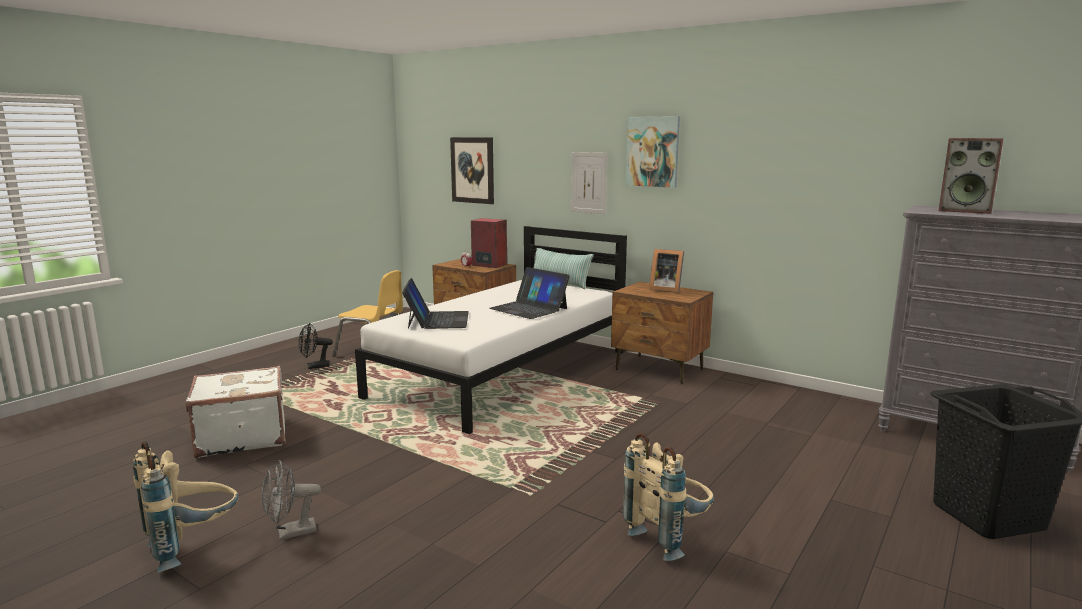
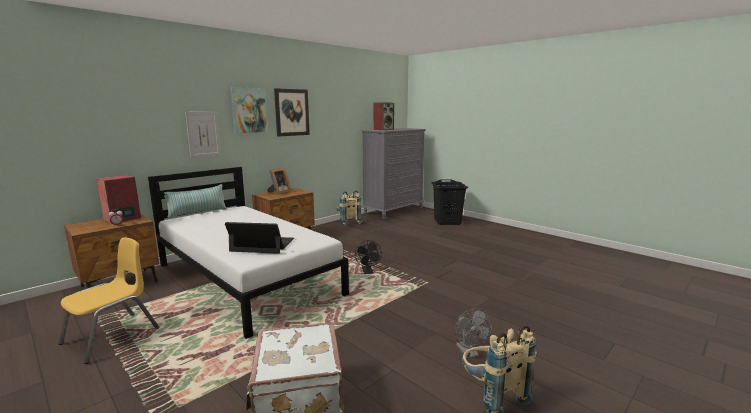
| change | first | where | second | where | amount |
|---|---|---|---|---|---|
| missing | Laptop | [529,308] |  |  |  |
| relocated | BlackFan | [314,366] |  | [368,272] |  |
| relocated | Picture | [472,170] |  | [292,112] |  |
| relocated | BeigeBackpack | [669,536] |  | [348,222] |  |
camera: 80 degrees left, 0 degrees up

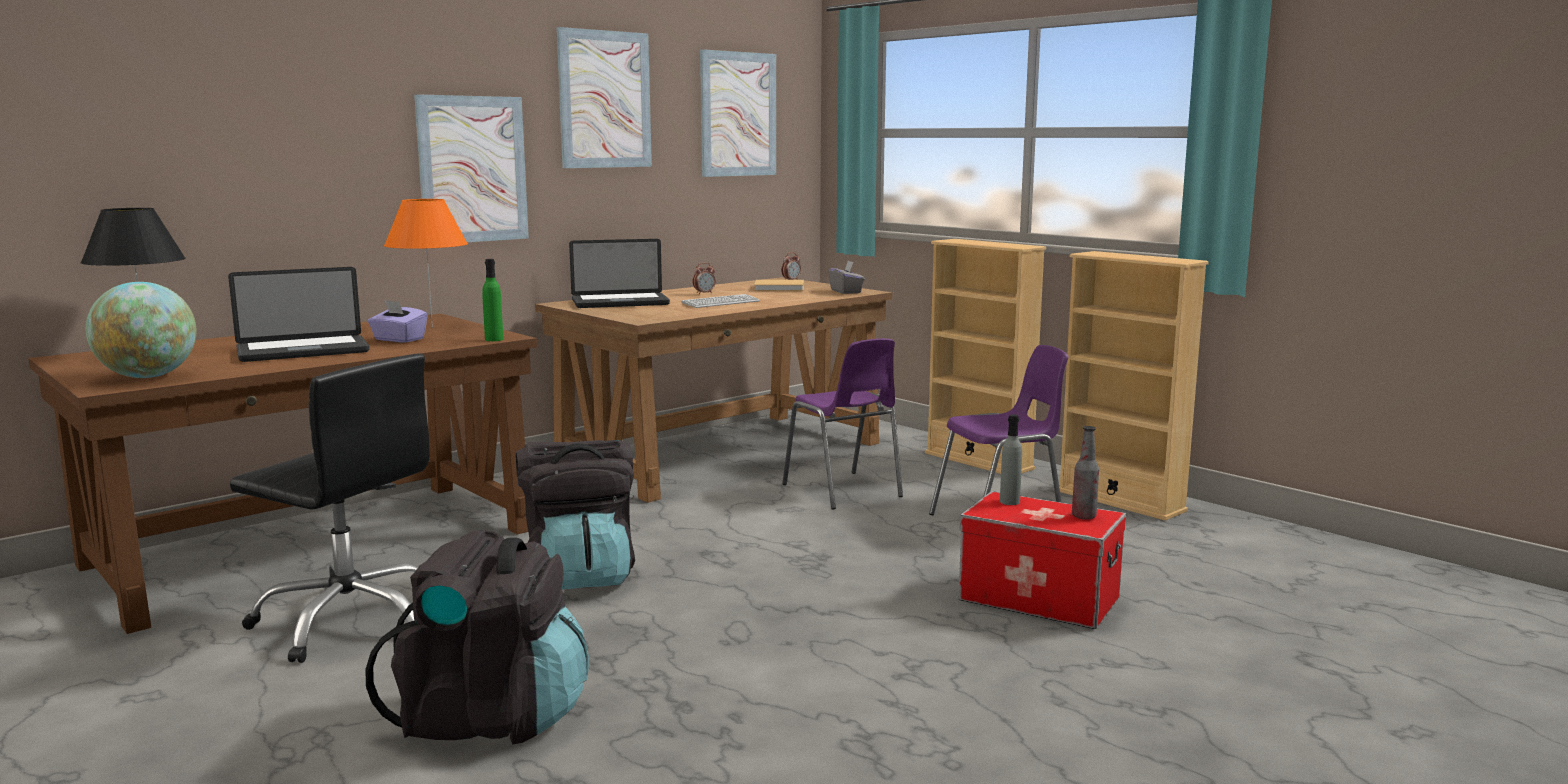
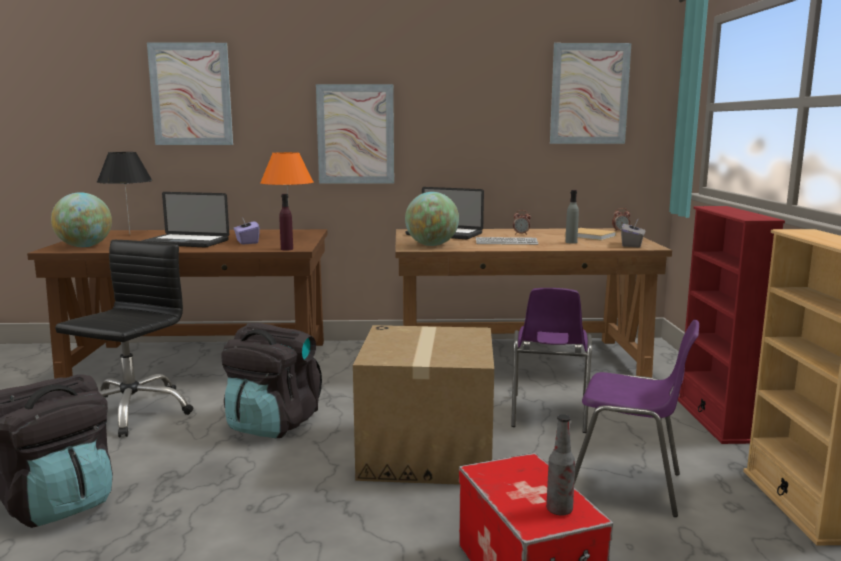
| change | first | where | second | where | amount |
|---|---|---|---|---|---|
| appeared |  |  | CardboardBox | [427,451] |  |
| appeared |  |  | Globe | [431,245] |  |
| relocated | Picture | [604,99] |  | [191,94] |  |
| relocated | GreyBottle | [1009,502] |  | [571,242] |  |
| colour | GreenBottle | [494,339] | PurpleBottle | [287,249] |  |
| colour | BeigeBookcase | [978,461] | RedBookcase | [715,420] |  |
| spun | BlackOfficeChair | [350,620] |  | [131,411] | 135 degrees counterclockwise |
camera: 40 degrees right, 0 degrees up

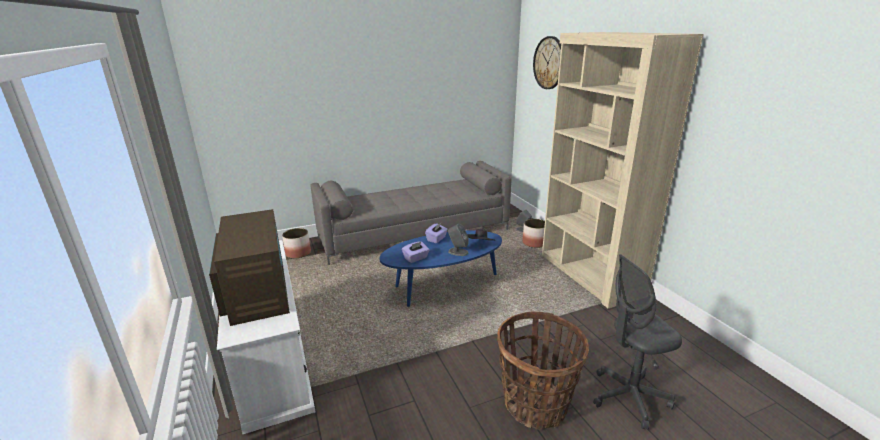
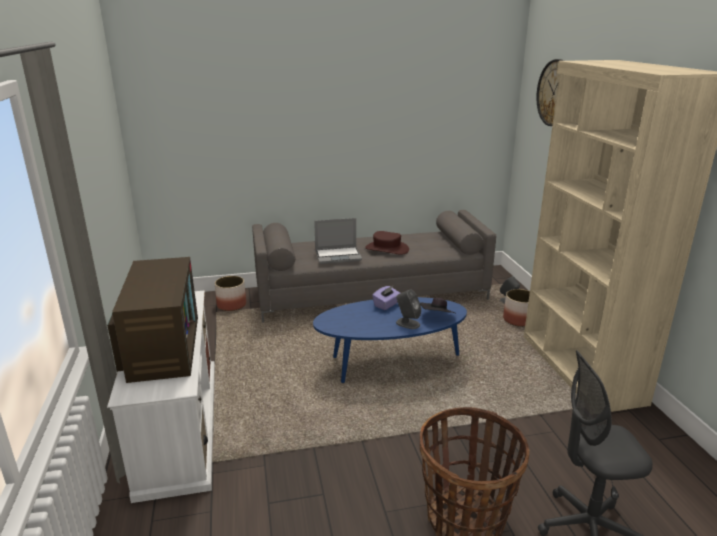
| change | first | where | second | where | amount |
|---|---|---|---|---|---|
| missing | PurpleTissueBox | [416,258] |  |  |  |
| appeared |  |  | Laptop | [338,256] |  |
| appeared |  |  | BrownHat | [387,249] |  |
camera: 10 degrees right, 0 degrees up

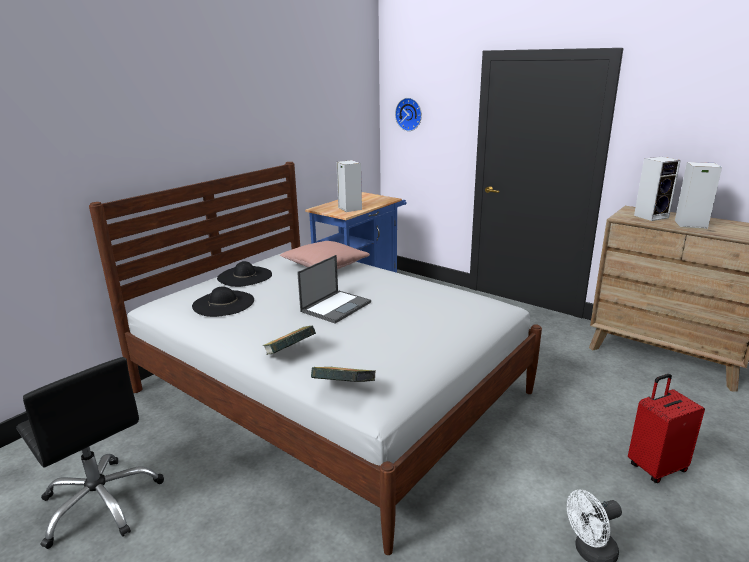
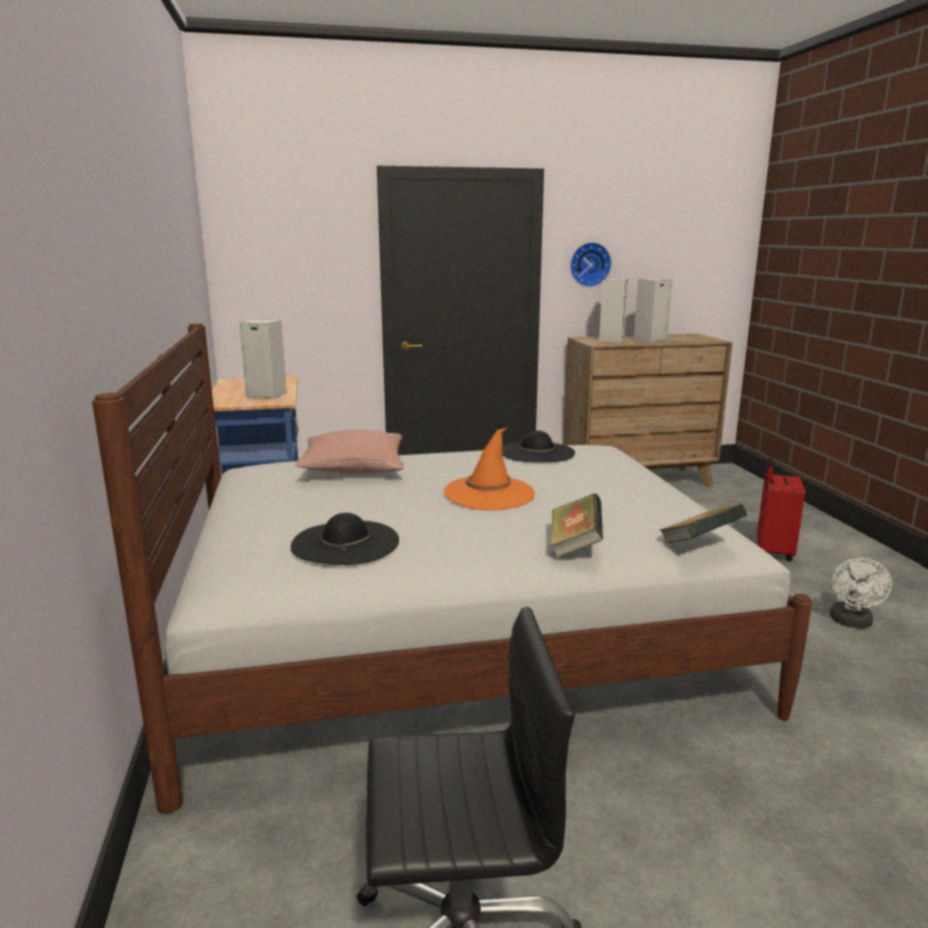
| change | first | where | second | where | amount |
|---|---|---|---|---|---|
| relocated | BlackHat | [244,276] |  | [536,452] |  |
| relocated | WallClock | [409,114] |  | [589,264] |  |
| exchanged | Laptop | [336,306] | OrangeHat | [489,494] |  |
camera: 50 degrees left, 5 degrees down

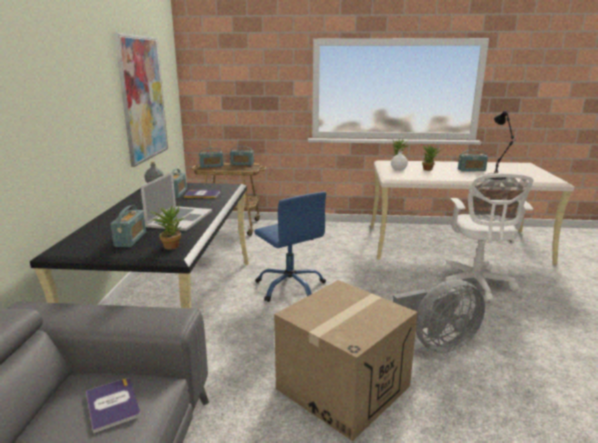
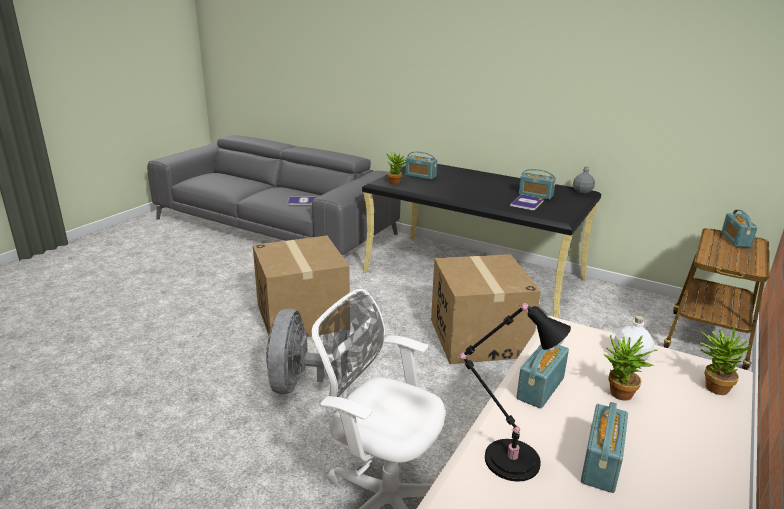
| change | first | where | second | where | amount |
|---|---|---|---|---|---|
| missing | Picture | [143,98] |  |  |  |
| missing | Laptop | [179,218] |  |  |  |
| relocated | Radio | [242,164] |  | [540,388] |  |
| exchanged | BlueOfficeChair | [290,287] | CardboardBox | [478,337] |  |
camera: 115 degrees right, 5 degrees up

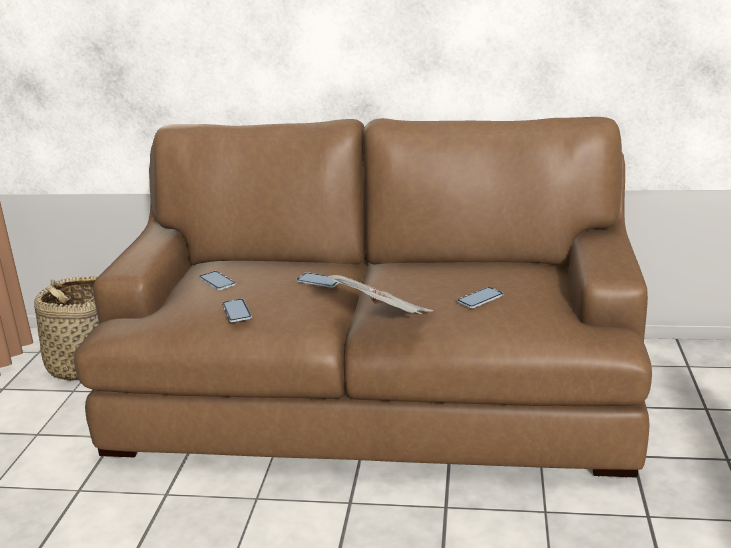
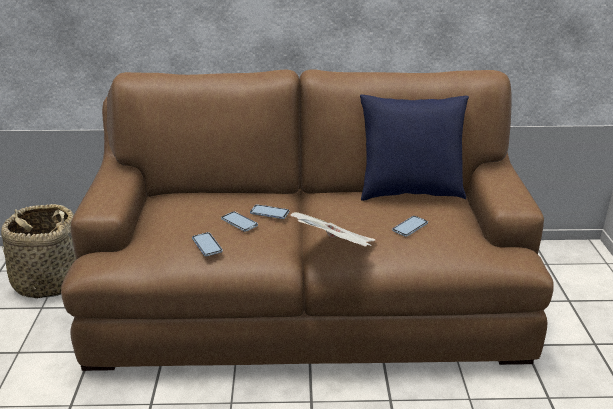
| change | first | where | second | where | amount |
|---|---|---|---|---|---|
| appeared |  |  | BluePillow | [409,192] |  |
| relocated | Phone | [217,281] |  | [239,222] |  |
camera: 10 degrees left, 5 degrees up

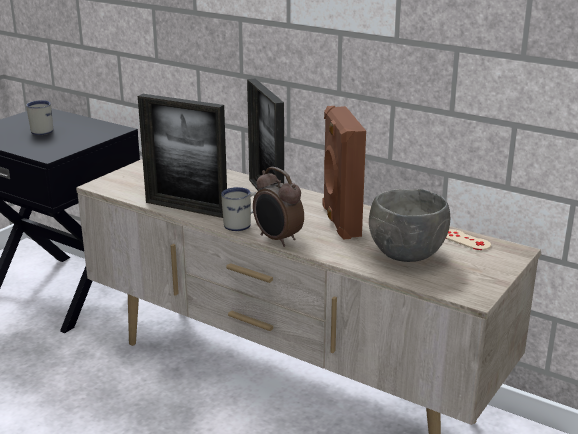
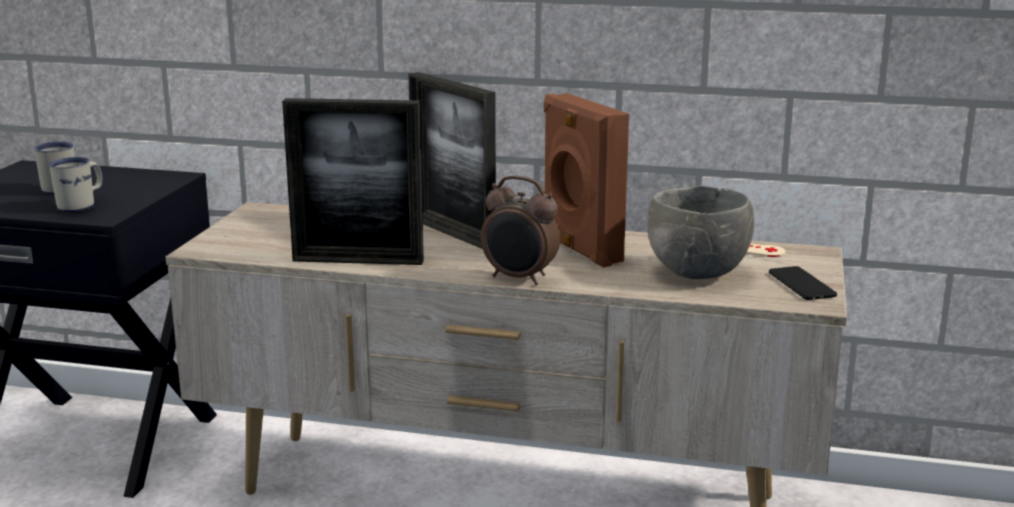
| change | first | where | second | where | amount |
|---|---|---|---|---|---|
| appeared |  |  | Phone | [801,284] |  |
| relocated | WhiteMug | [242,224] |  | [82,206] |  |
camera: 20 degrees left, 5 degrees down

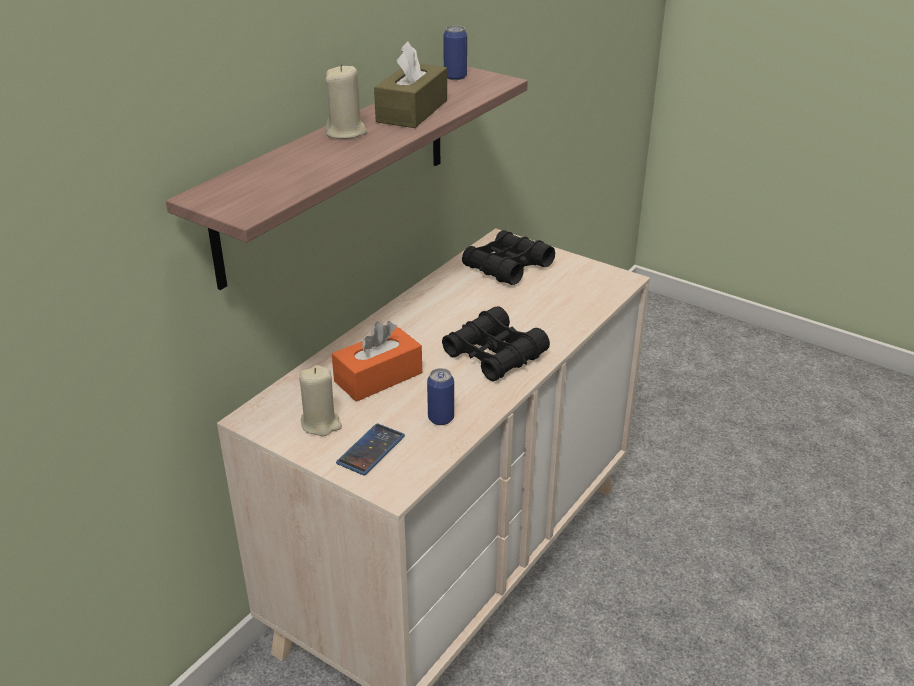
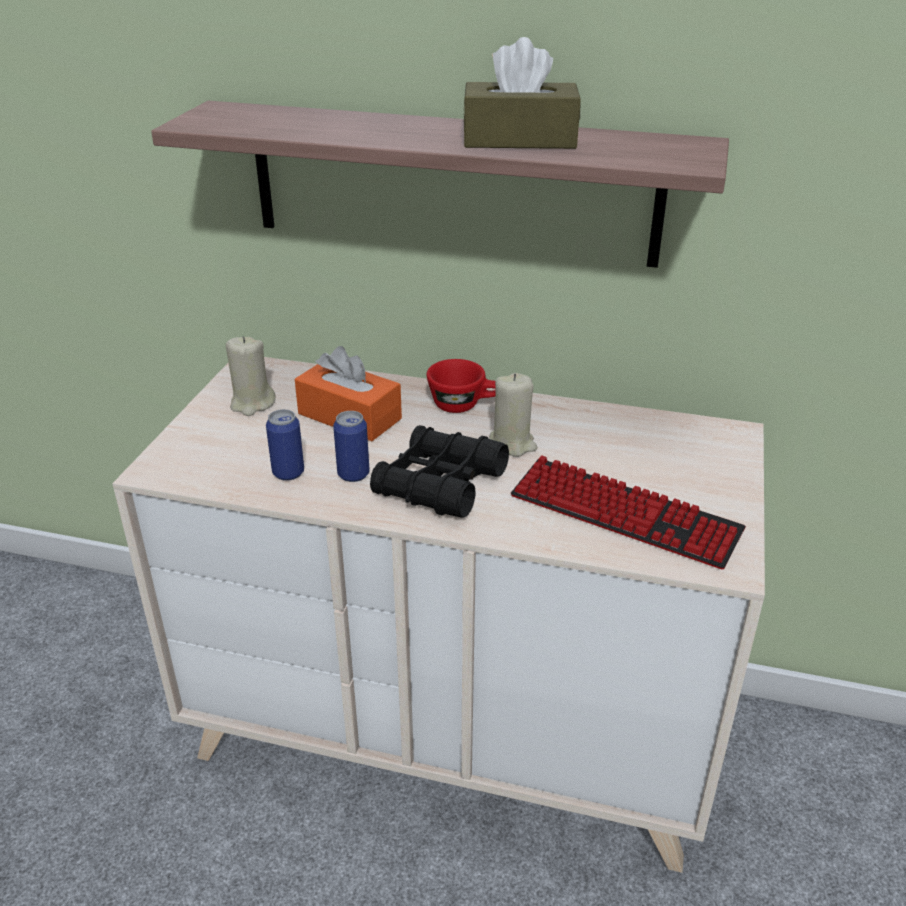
| change | first | where | second | where | amount |
|---|---|---|---|---|---|
| missing | Phone | [371,450] |  |  |  |
| missing | BlackBinoculars | [507,267] |  |  |  |
| appeared |  |  | RedCup | [464,405] |  |
| appeared |  |  | Keyboard | [623,514] |  |
| relocated | BeigeCandle | [346,132] |  | [512,443] |  |
| relocated | Can | [455,77] |  | [353,474] |  |
camera: 70 degrees right, 0 degrees up

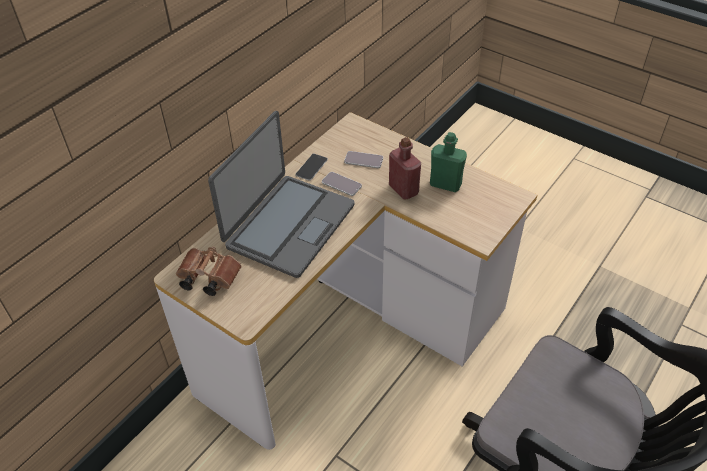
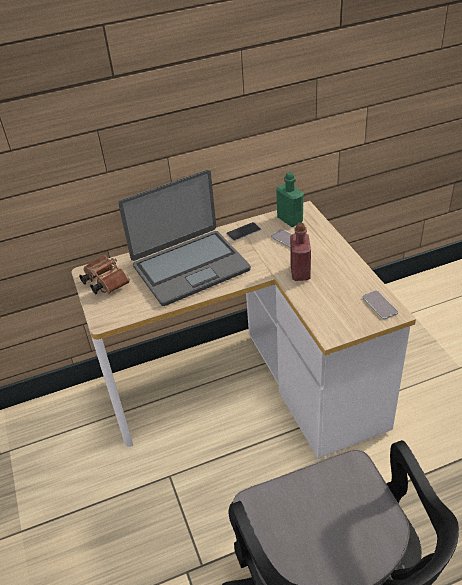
| change | first | where | second | where | amount |
|---|---|---|---|---|---|
| relocated | Phone | [341,184] |  | [380,305] |  |
| relocated | GreenBottle | [445,184] |  | [290,220] |  |
camera: 35 degrees right, 5 degrees down

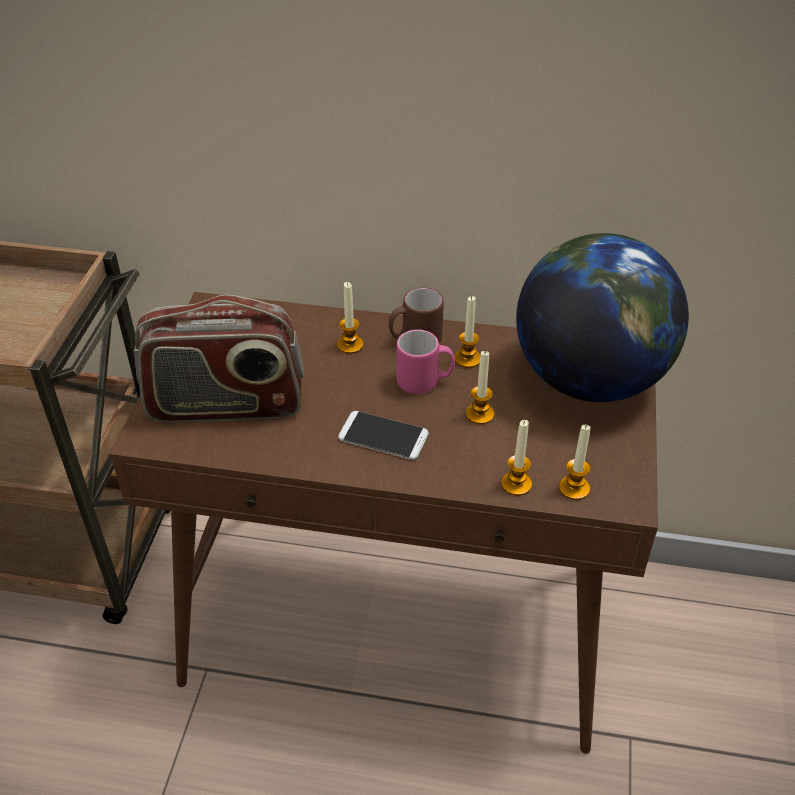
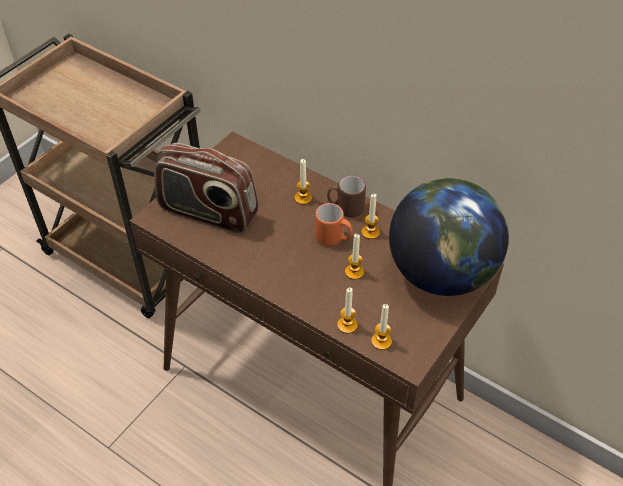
| change | first | where | second | where | amount |
|---|---|---|---|---|---|
| missing | Phone | [383,436] |  |  |  |
| colour | PinkMug | [425,382] | OrangeMug | [333,239] |  |
camera: 25 degrees right, 5 degrees up

